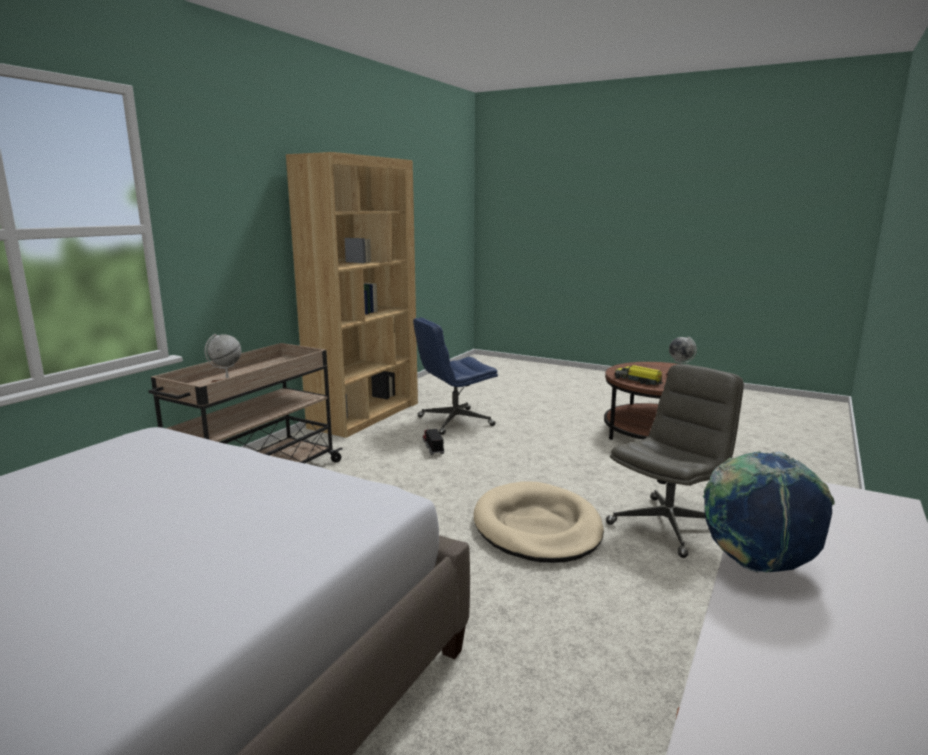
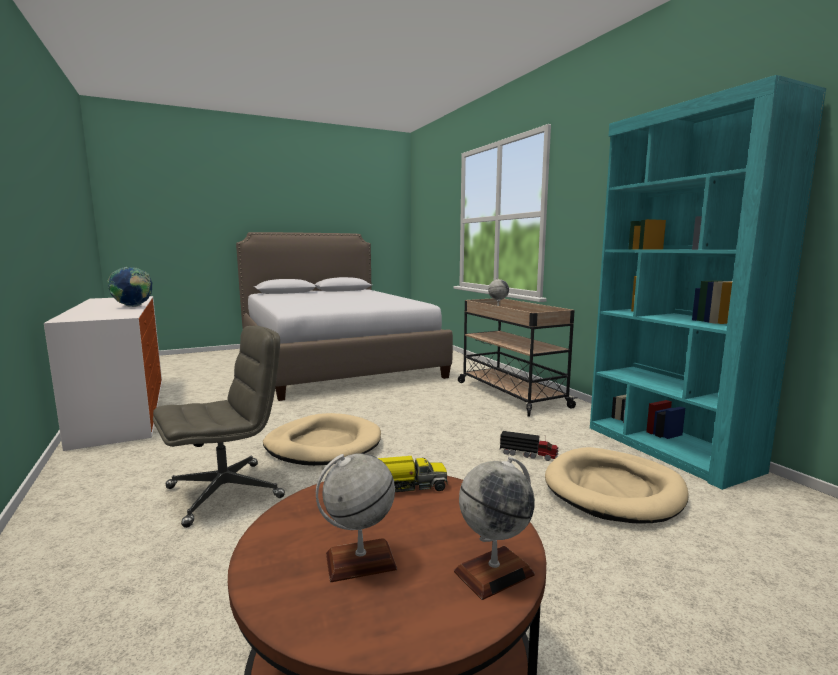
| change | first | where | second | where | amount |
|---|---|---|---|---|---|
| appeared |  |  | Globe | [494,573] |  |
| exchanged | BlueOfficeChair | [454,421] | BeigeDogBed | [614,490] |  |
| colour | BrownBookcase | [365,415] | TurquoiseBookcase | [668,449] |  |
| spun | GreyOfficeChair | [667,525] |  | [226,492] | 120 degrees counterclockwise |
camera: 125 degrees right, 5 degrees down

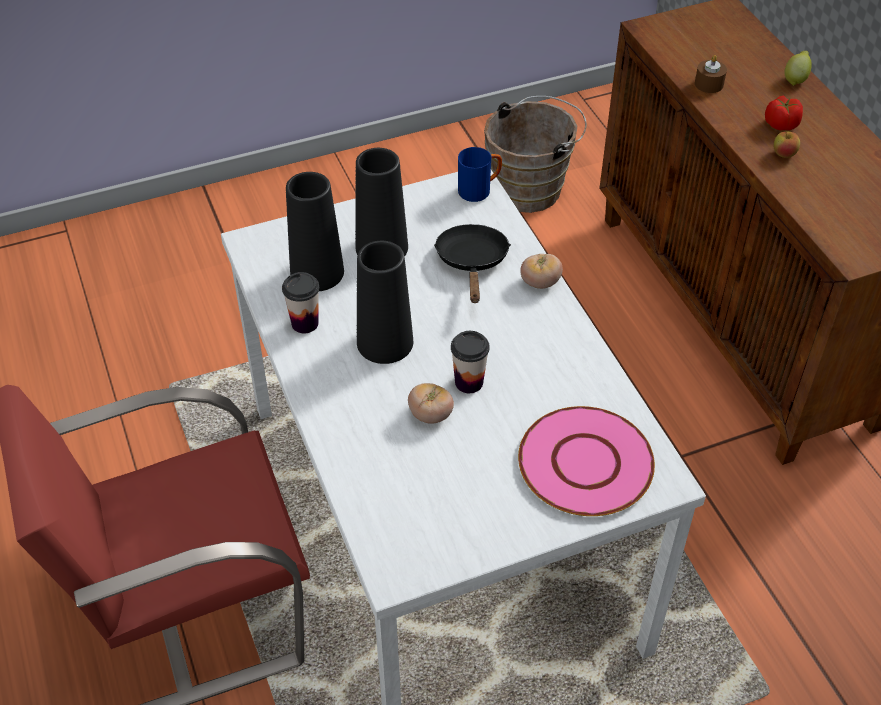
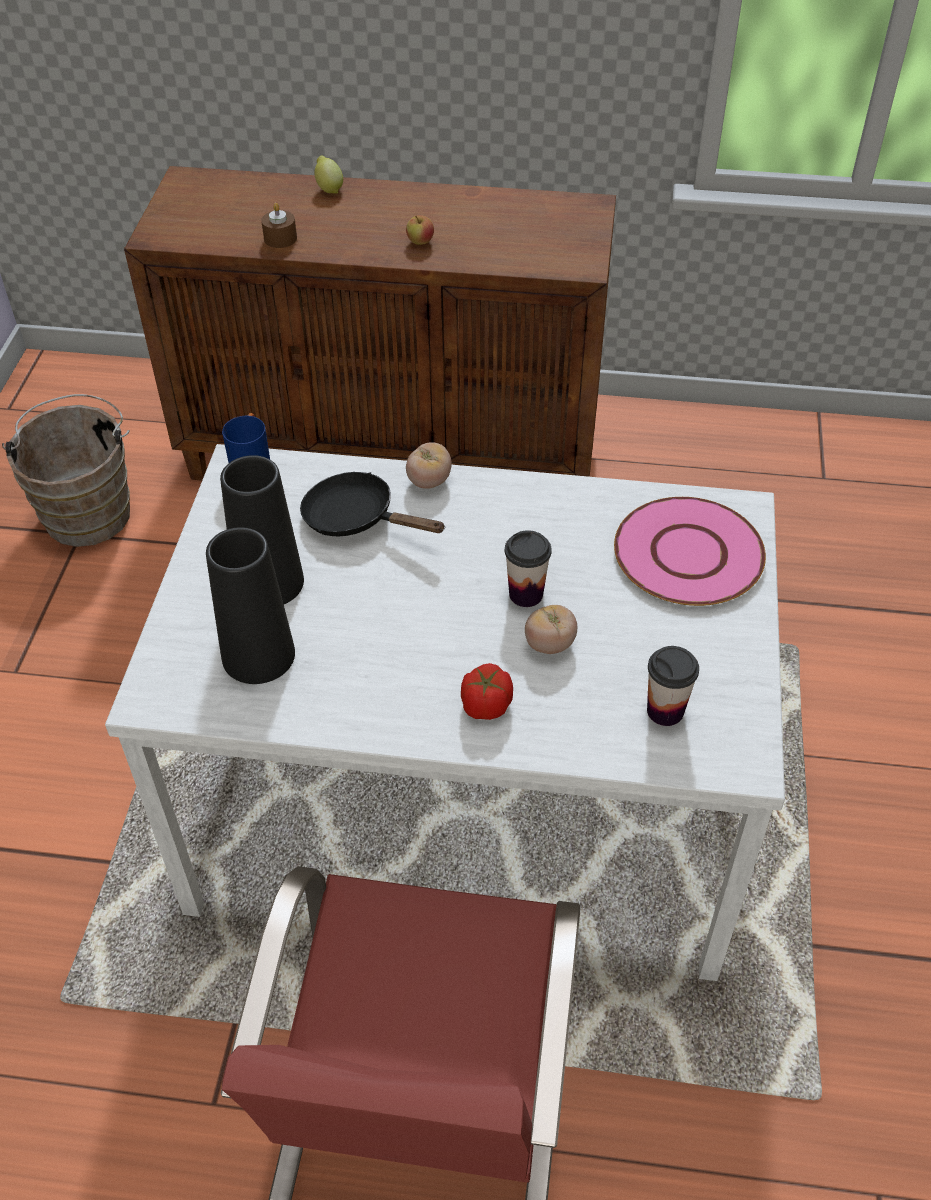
| change | first | where | second | where | amount |
|---|---|---|---|---|---|
| missing | BlackVase | [385,342] |  |  |  |
| relocated | Cup | [305,323] |  | [665,711] |  |
| relocated | Tomato | [780,124] |  | [486,705] |  |
camera: 60 degrees left, 0 degrees up

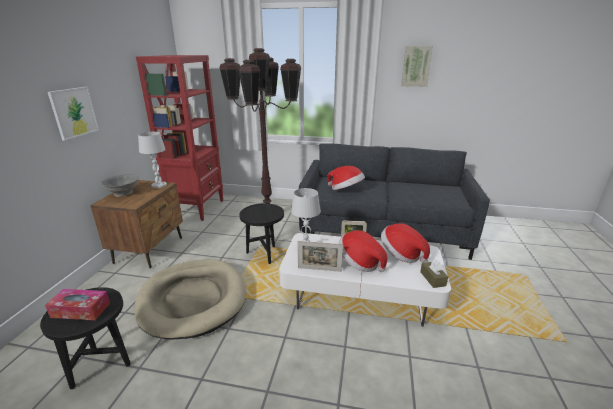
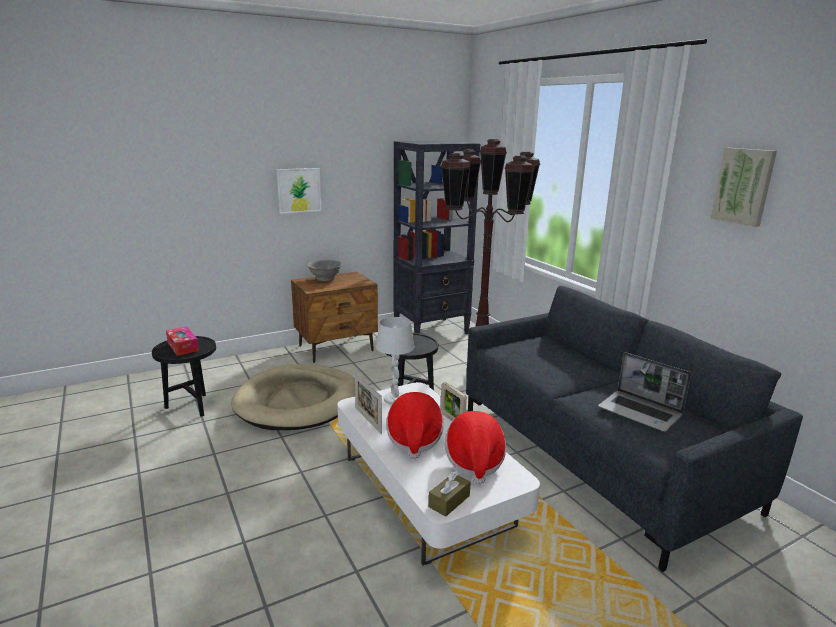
| change | first | where | second | where | amount |
|---|---|---|---|---|---|
| missing | WhiteTableLamp | [159,185] |  |  |  |
| missing | Hat | [346,190] |  |  |  |
| appeared |  |  | Laptop | [641,412] |  |
| colour | RedBookcase | [197,208] | BlackBookcase | [432,331] |  |
camera: 50 degrees right, 5 degrees down

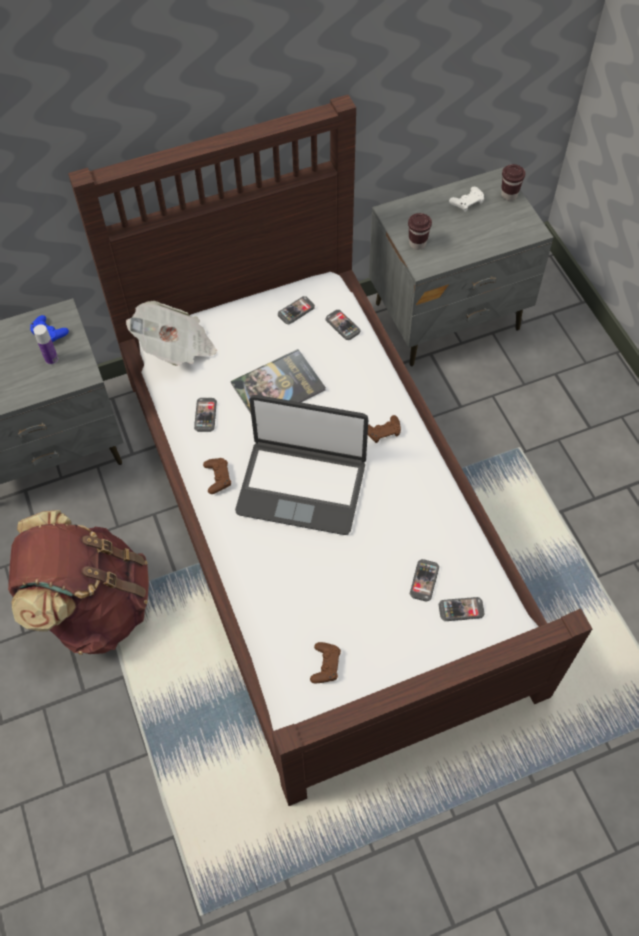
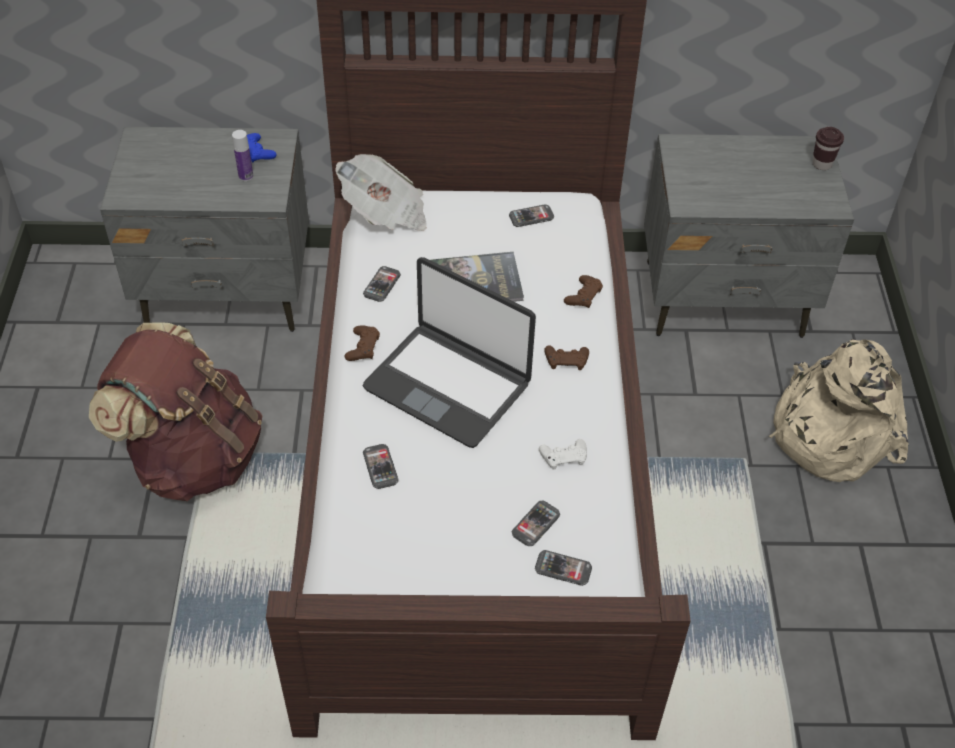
| change | first | where | second | where | amount |
|---|---|---|---|---|---|
| missing | BrownCup | [417,243] |  |  |  |
| appeared |  |  | BeigeBackpack | [830,432] |  |
| relocated | BrownGameController | [325,665] |  | [583,296] |  |
| relocated | Phone | [342,325] |  | [380,467] |  |
| relocated | WhiteGameController | [467,202] |  | [564,457] |  |
camera: 20 degrees right, 10 degrees down

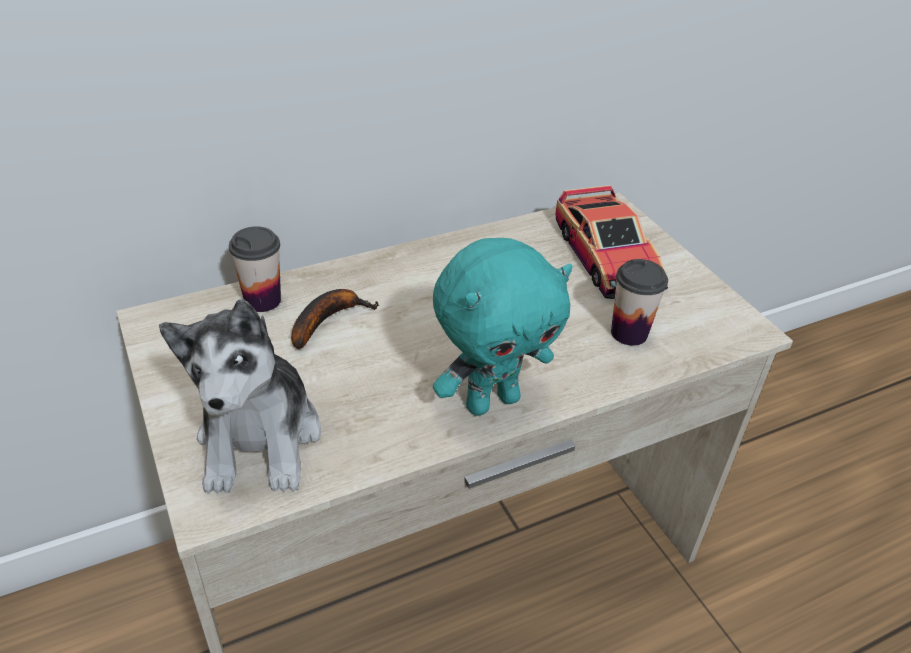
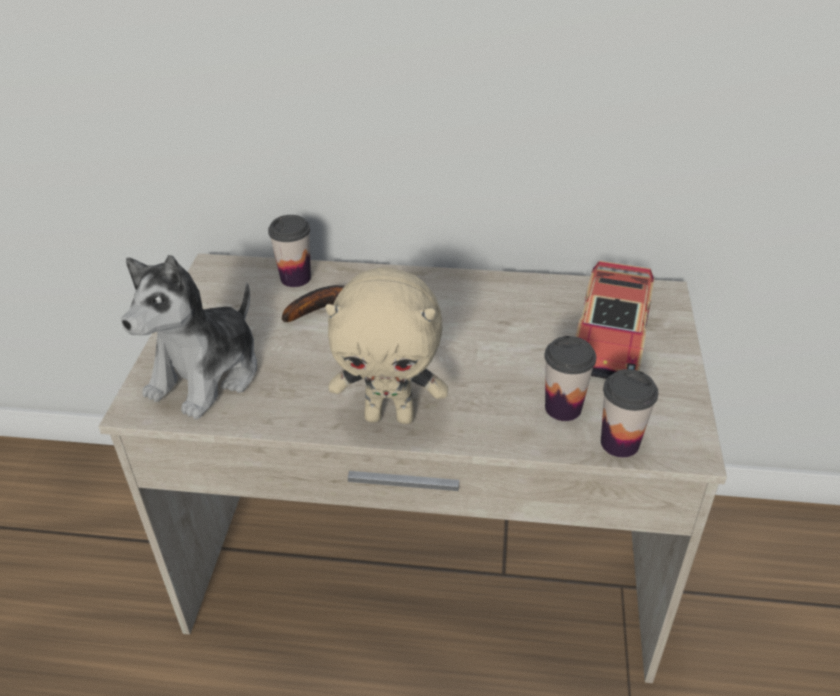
| change | first | where | second | where | amount |
|---|---|---|---|---|---|
| appeared |  |  | Cup | [619,443] |  |
| colour | TurquoisePlushToy | [491,401] | BeigePlushToy | [390,415] |  |
camera: 35 degrees right, 0 degrees up

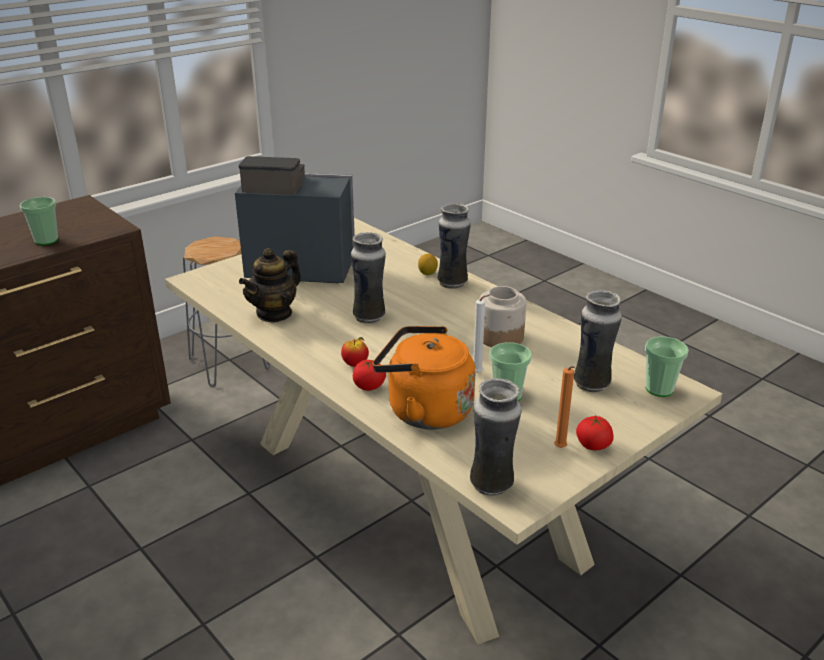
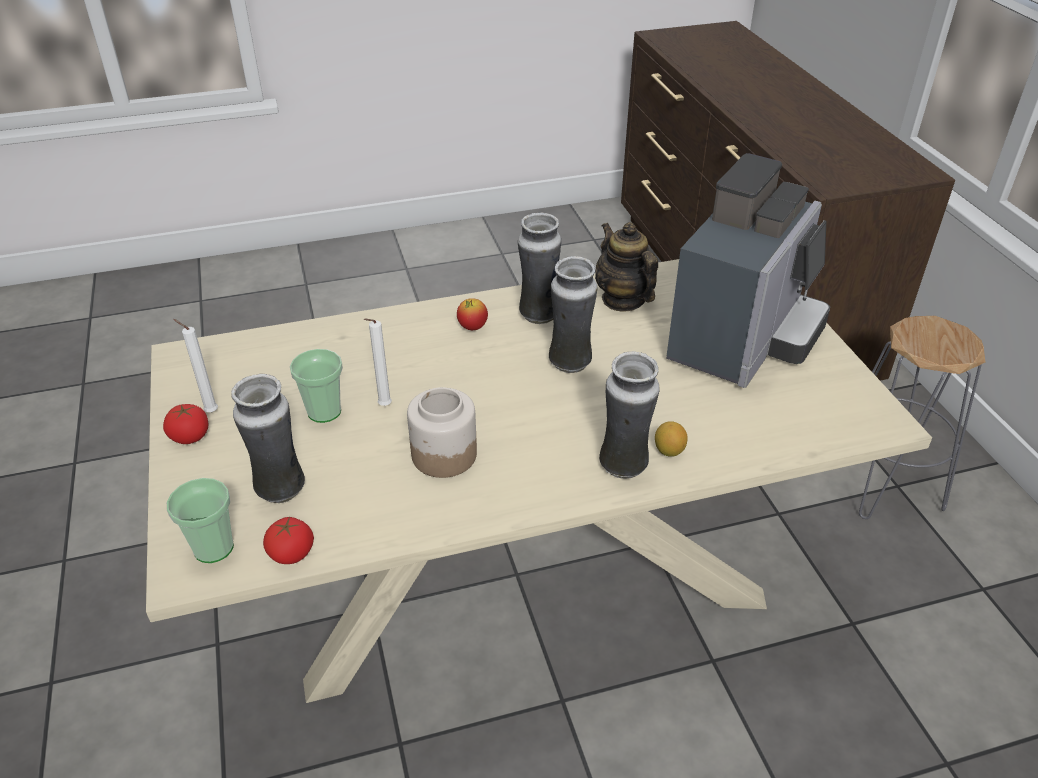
| change | first | where | second | where | amount |
|---|---|---|---|---|---|
| missing | Cup | [46,240] |  |  |  |
| missing | OrangeKettle | [424,410] |  |  |  |
| relocated | Tomato | [369,386] |  | [291,553] |  |
| relocated | Vase | [492,485] |  | [538,315] |  |
| colour | OrangeCandle | [560,449] | WhiteCandle | [209,411] |  |
camera: 115 degrees right, 10 degrees up

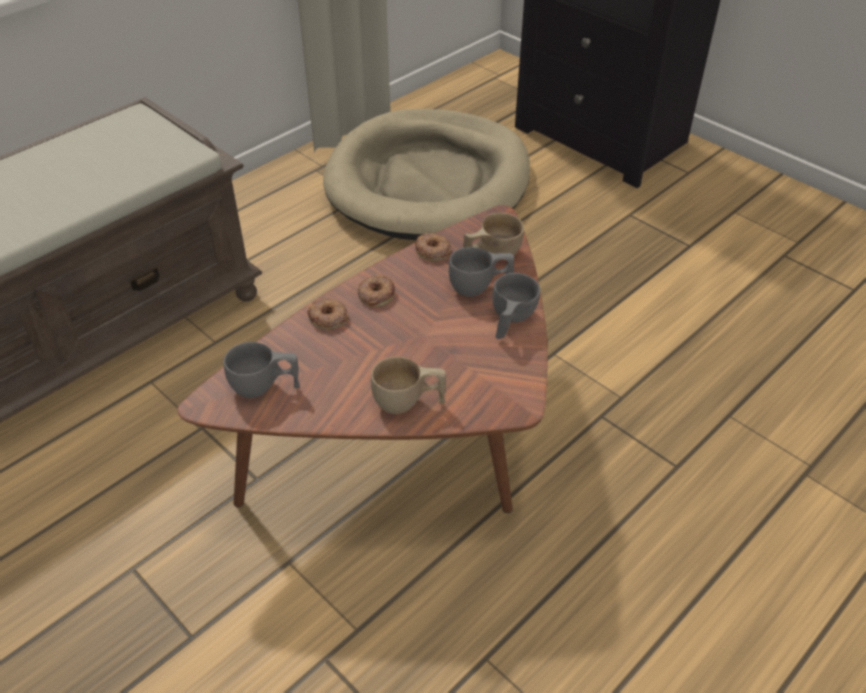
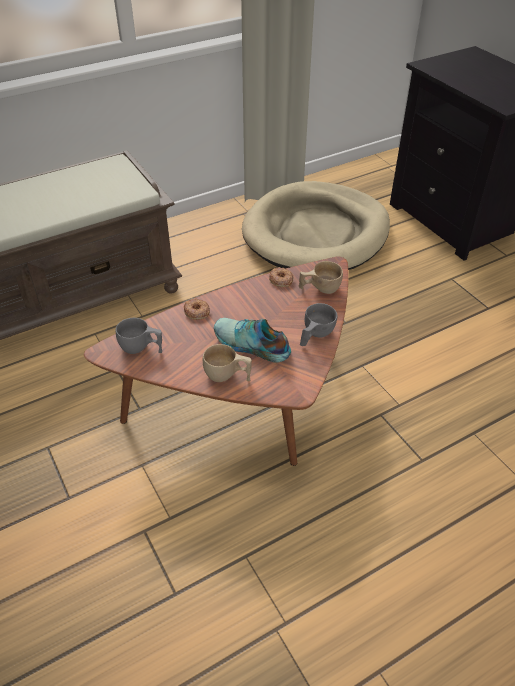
| change | first | where | second | where | amount |
|---|---|---|---|---|---|
| missing | Donut | [376,294] |  |  |  |
| missing | GreyCup | [480,287] |  |  |  |
| appeared |  |  | Shoe | [251,345] |  |
camera: 15 degrees right, 0 degrees up

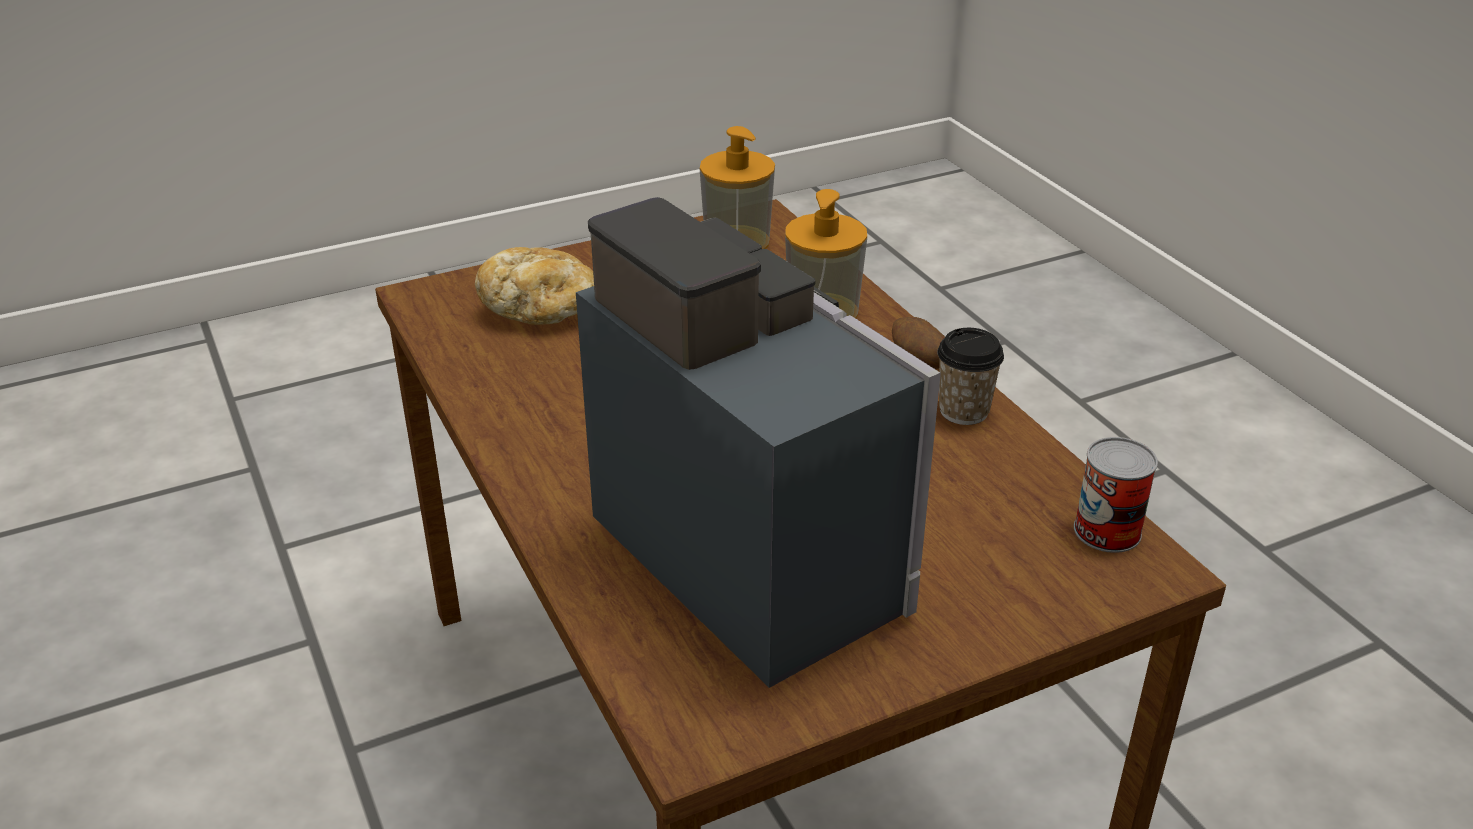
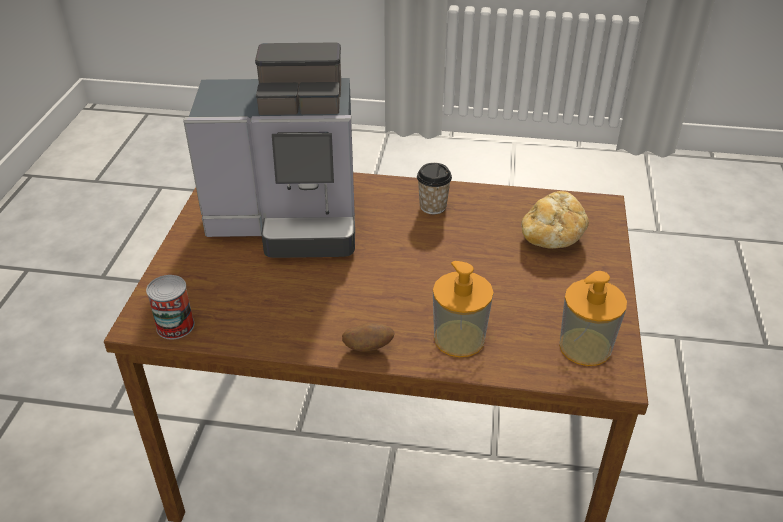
| change | first | where | second | where | amount |
|---|---|---|---|---|---|
| relocated | Cup | [963,411] |  | [433,207] |  |
camera: 125 degrees right, 5 degrees up

